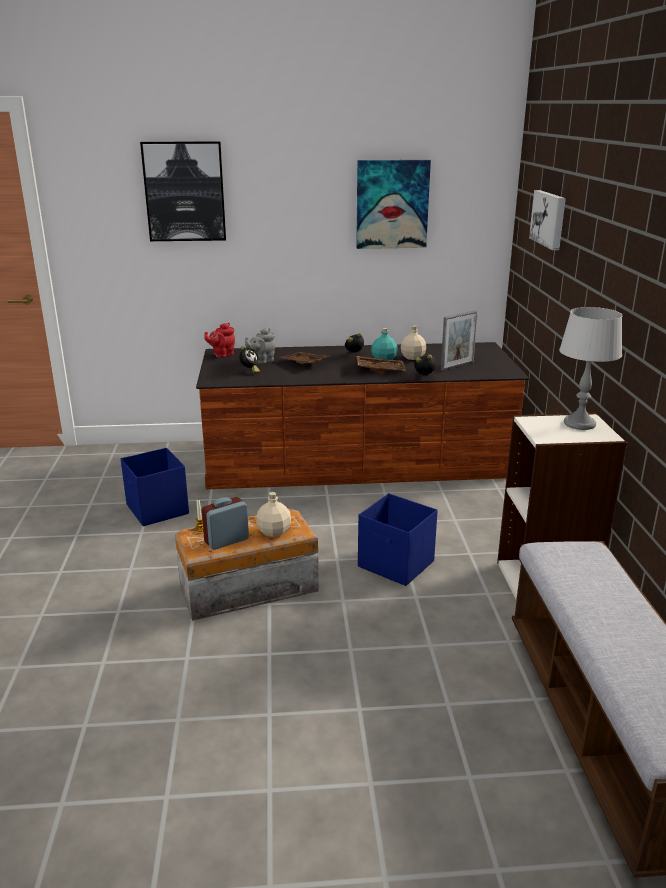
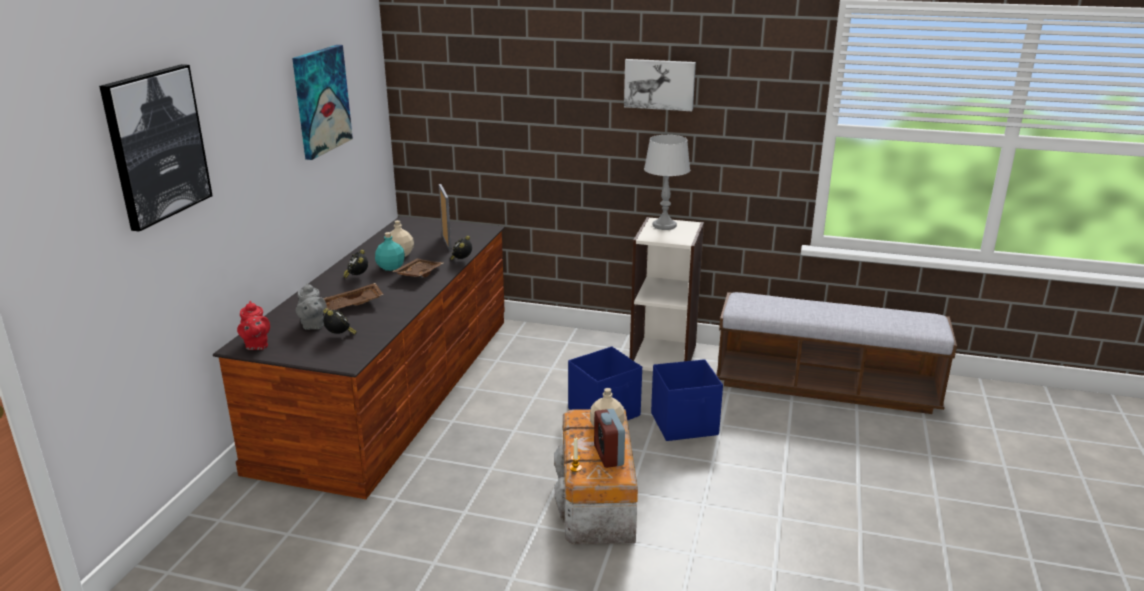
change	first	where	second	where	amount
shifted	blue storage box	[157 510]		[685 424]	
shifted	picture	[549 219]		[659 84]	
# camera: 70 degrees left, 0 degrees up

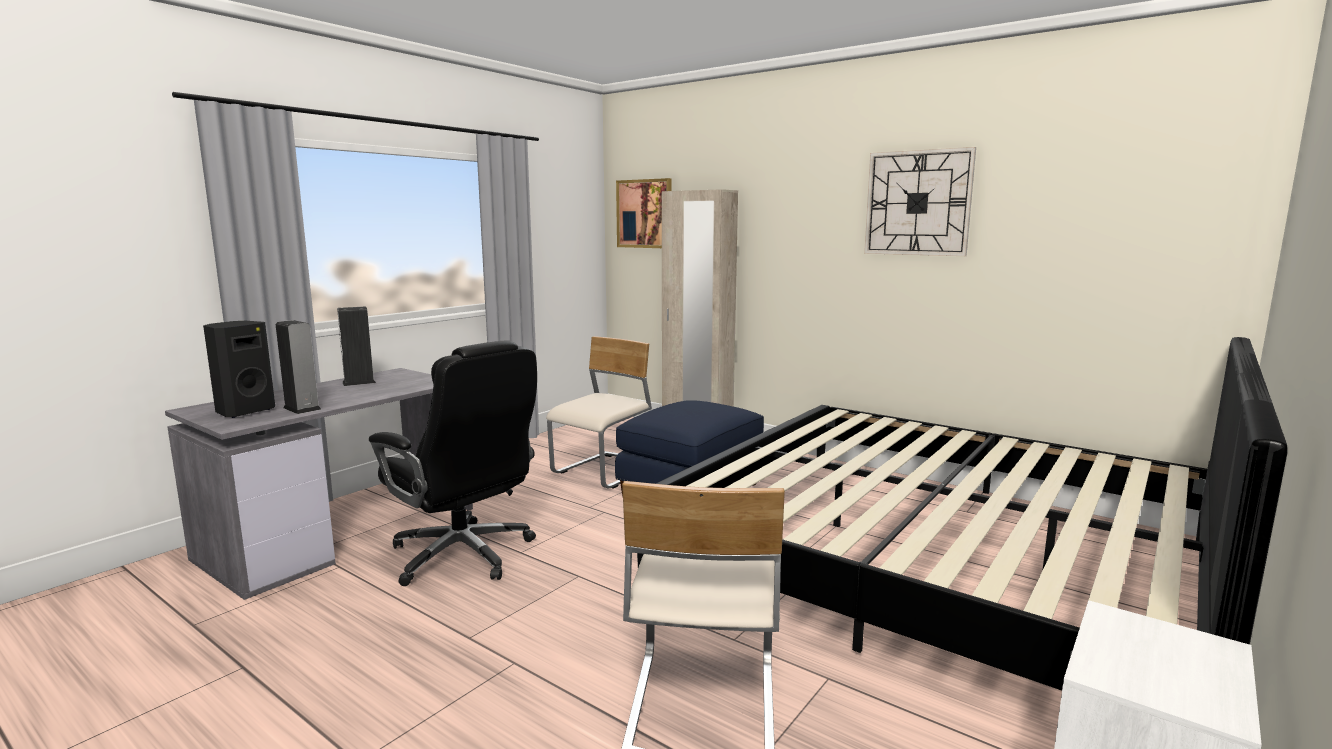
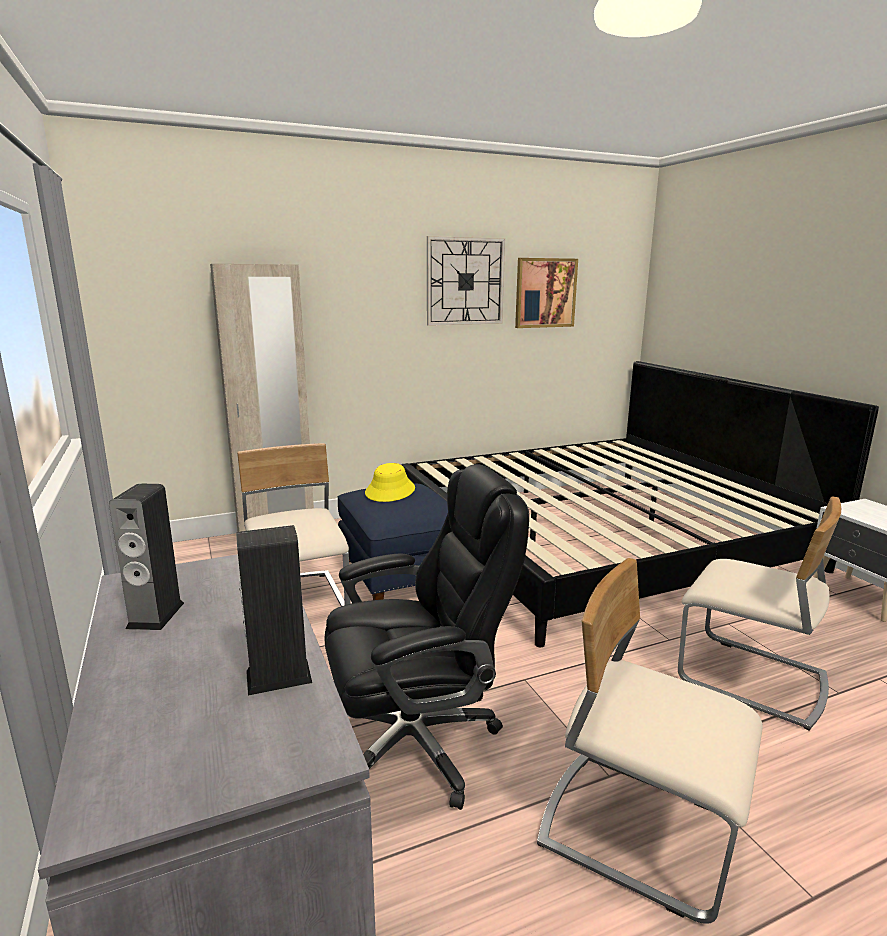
change	first	where	second	where	amount
gone	black speaker	[244 411]			
new			yellow hat	[390 491]	
new			beige chair	[639 829]	
shifted	picture	[644 214]		[545 293]	
# camera: 60 degrees left, 5 degrees up

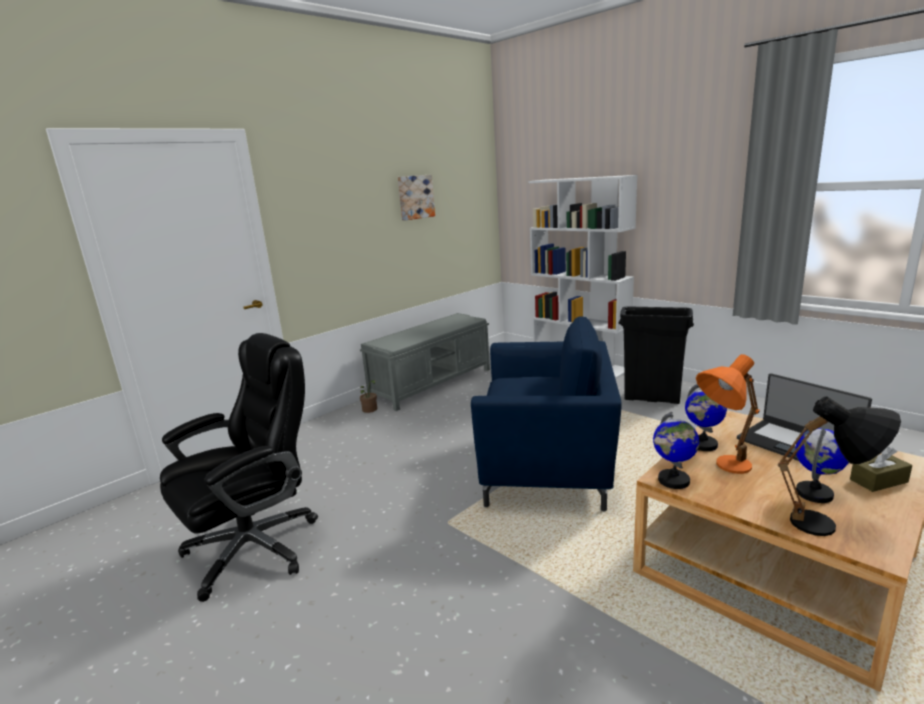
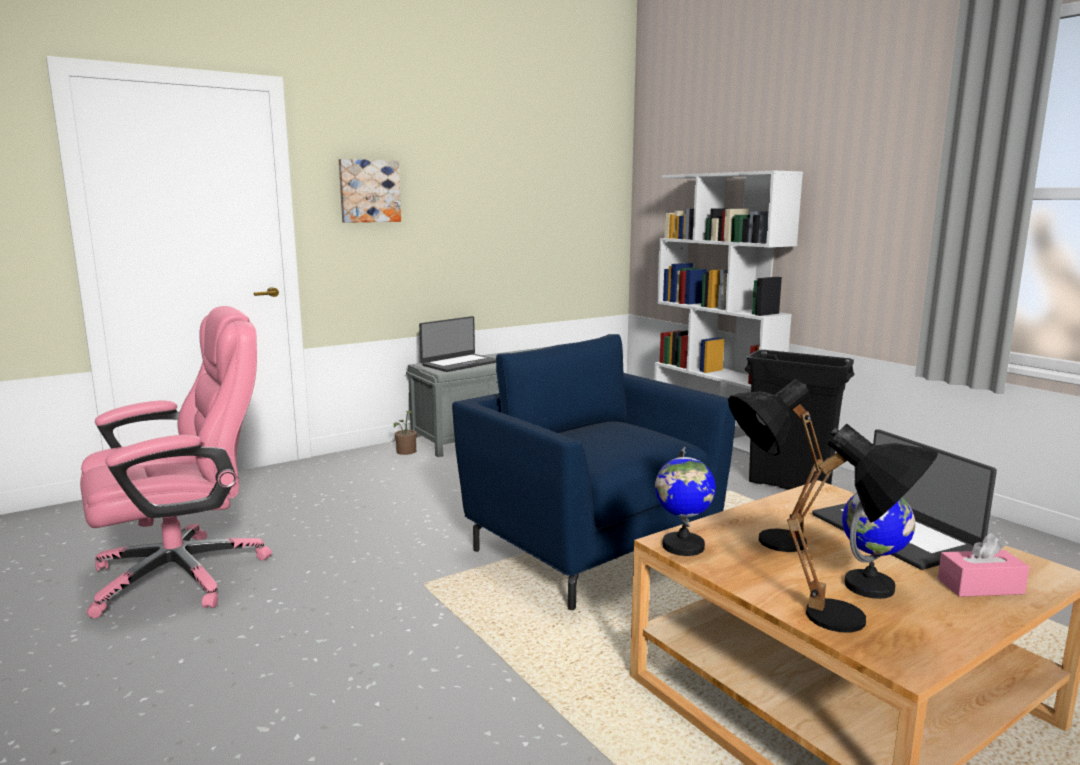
change	first	where	second	where	amount
gone	globe	[703 445]			
new			laptop	[459 363]	
shifted	picture	[415 197]		[369 191]	
repainted	black office chair	[256 547]	pink office chair	[183 574]	
repainted	orange table lamp	[723 467]	black table lamp	[764 542]	
repainted	brown tissue box	[878 481]	pink tissue box	[980 586]	
rotated	blue armchair	[549 469]		[592 546]	150 degrees counterclockwise
# camera: 10 degrees right, 5 degrees down

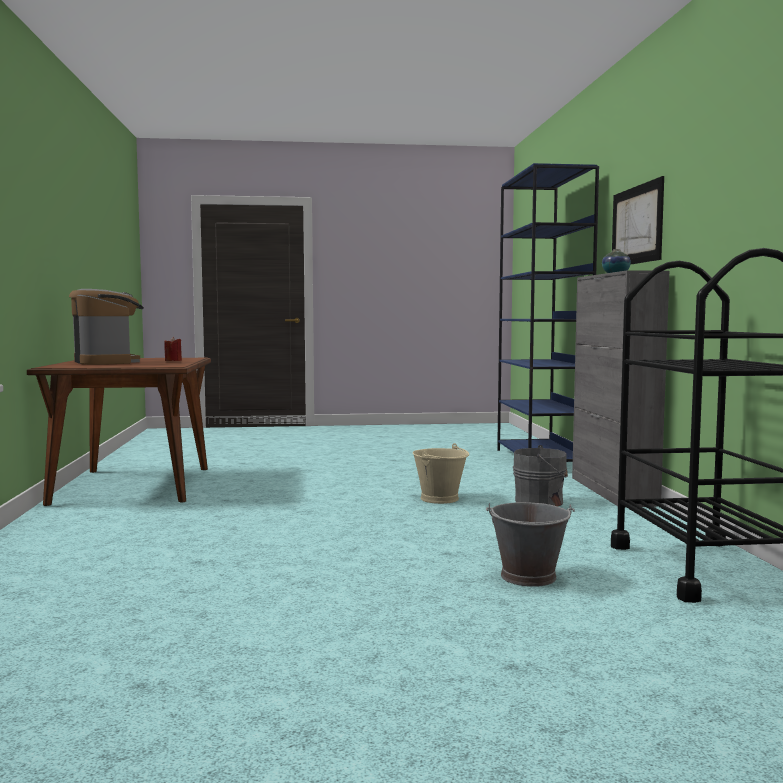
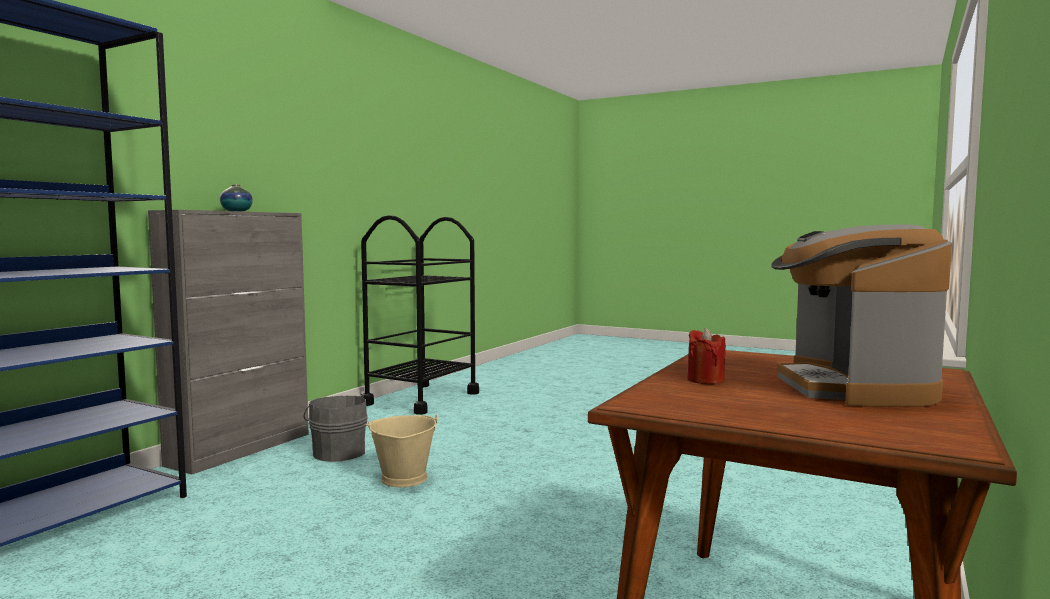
change	first	where	second	where	amount
gone	grey bucket	[529 577]			
gone	picture	[636 225]			
# camera: 145 degrees left, 0 degrees up

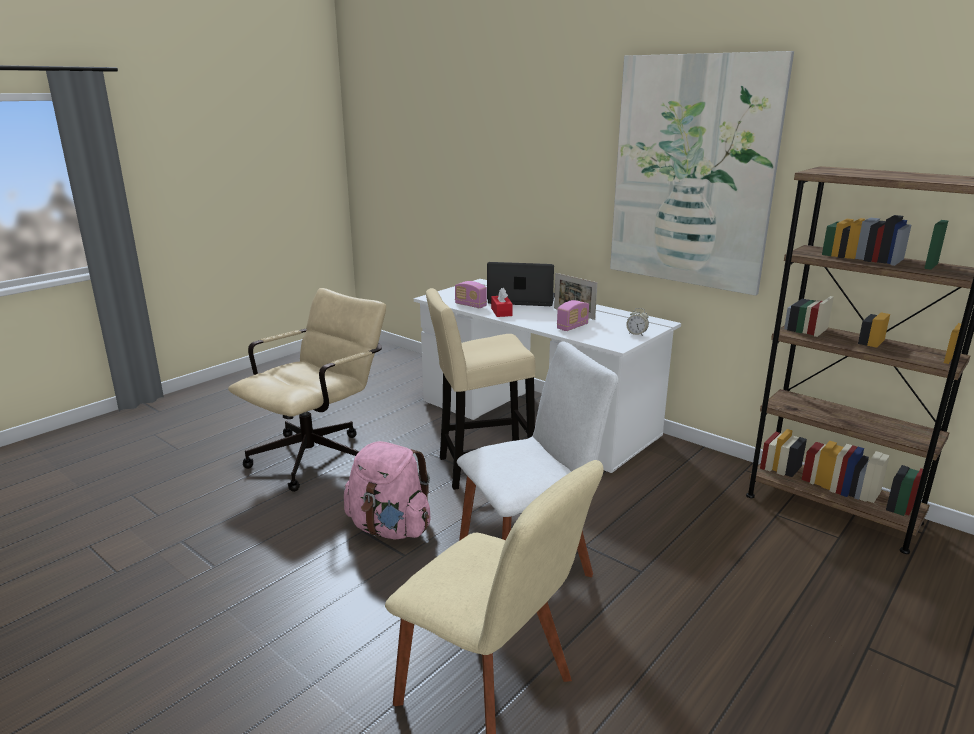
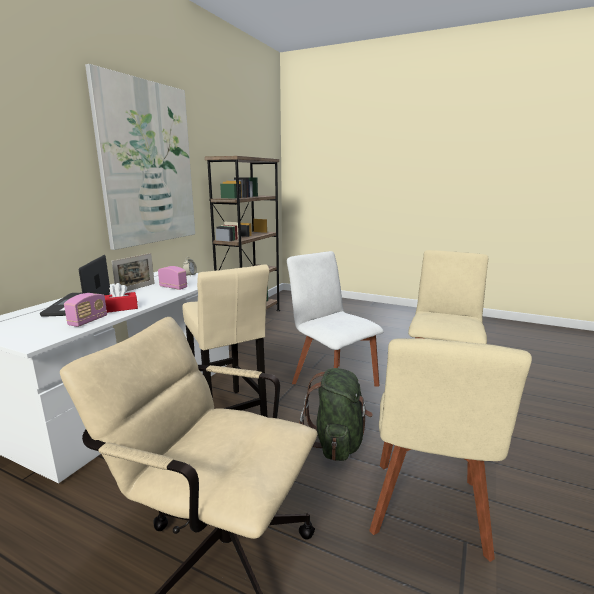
change	first	where	second	where	amount
new			beige chair	[428 512]	
repainted	pink backpack	[390 528]	green backpack	[337 442]	
# camera: 105 degrees left, 5 degrees down

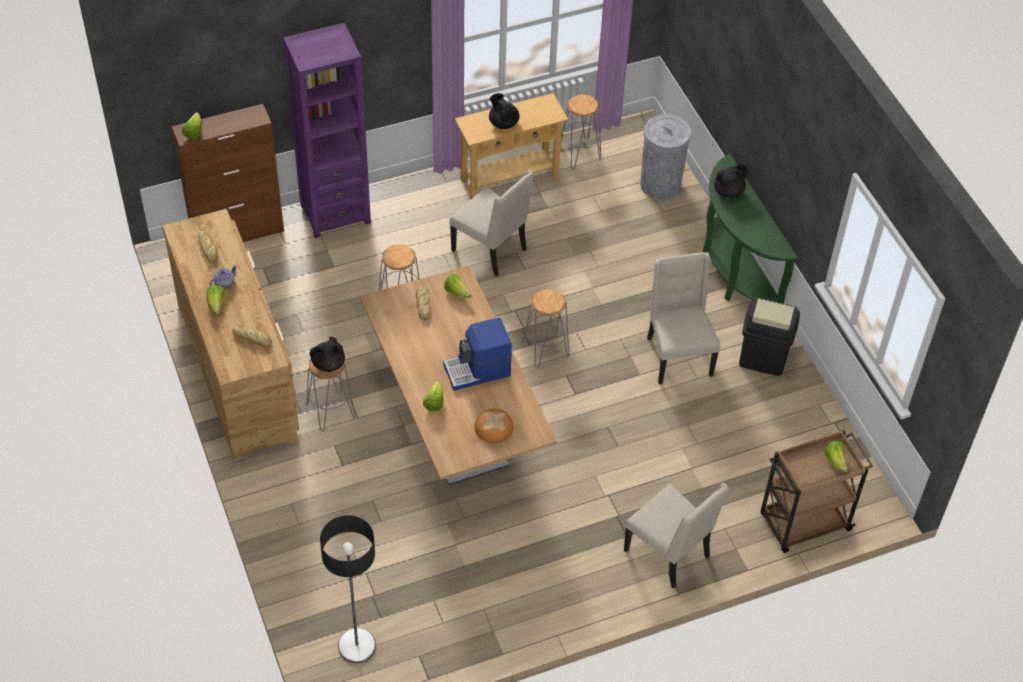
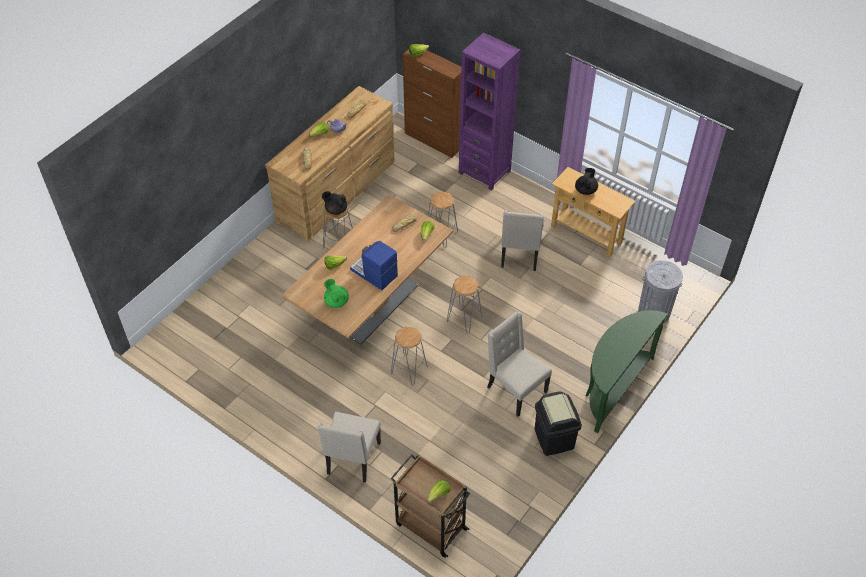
change	first	where	second	where	amount
gone	floor lamp	[356 646]			
gone	black teapot	[729 191]			
shifted	grey stool	[579 154]		[409 370]	
swapped	bread	[493 427]	green teapot	[336 301]	
rotated	beige chair	[677 356]		[515 390]	90 degrees counterclockwise
# camera: 60 degrees right, 0 degrees up

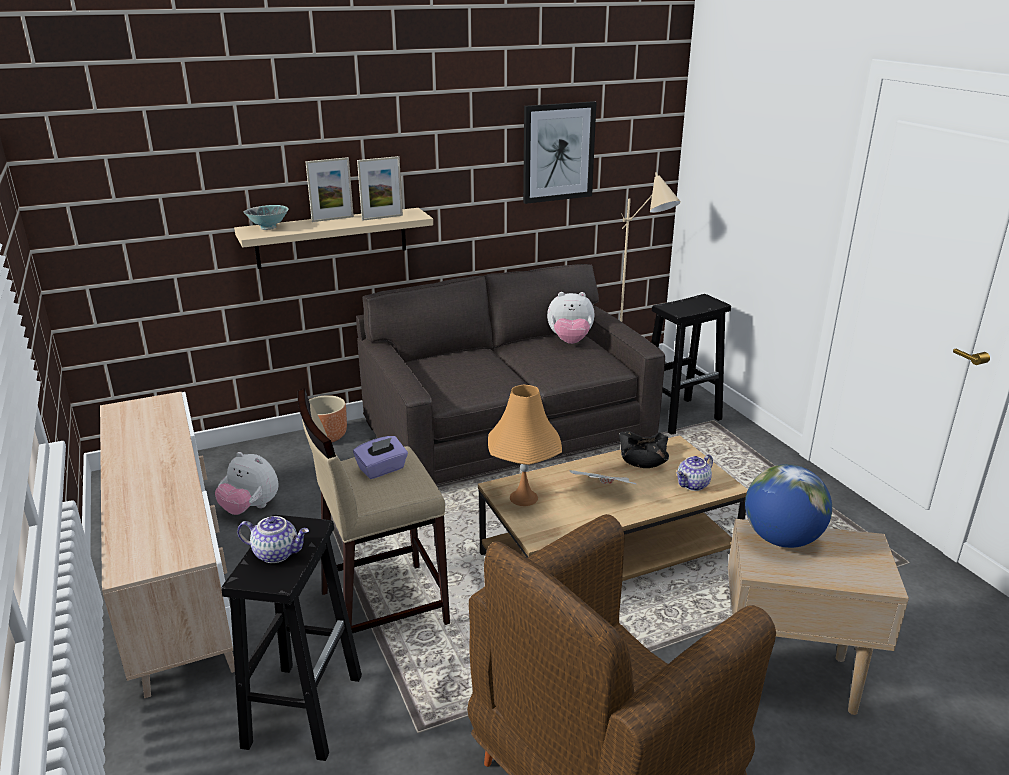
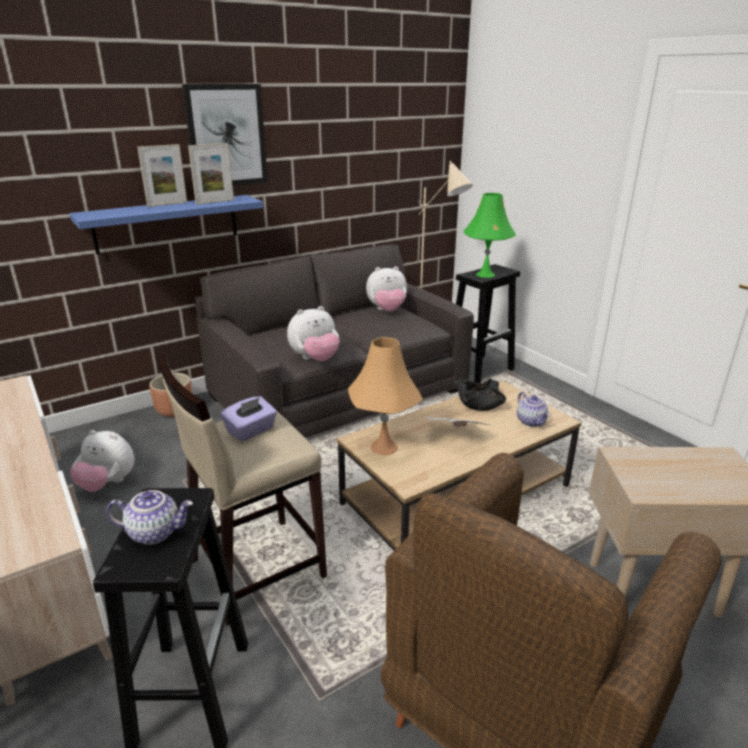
change	first	where	second	where	amount
gone	bowl	[268 228]			
gone	globe	[782 539]			
new			plush toy	[315 359]	
new			green table lamp	[485 275]	
shifted	picture	[558 152]		[226 136]	
repainted	beige shelf	[332 238]	blue shelf	[167 223]	
rotated	teapot	[693 485]		[531 421]	60 degrees counterclockwise
# camera: 10 degrees left, 0 degrees up

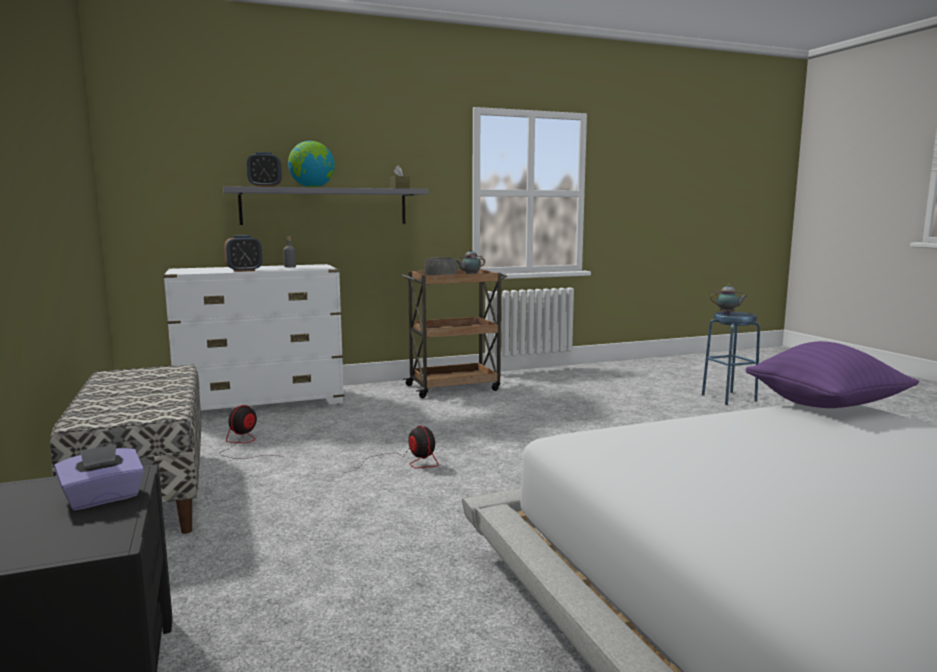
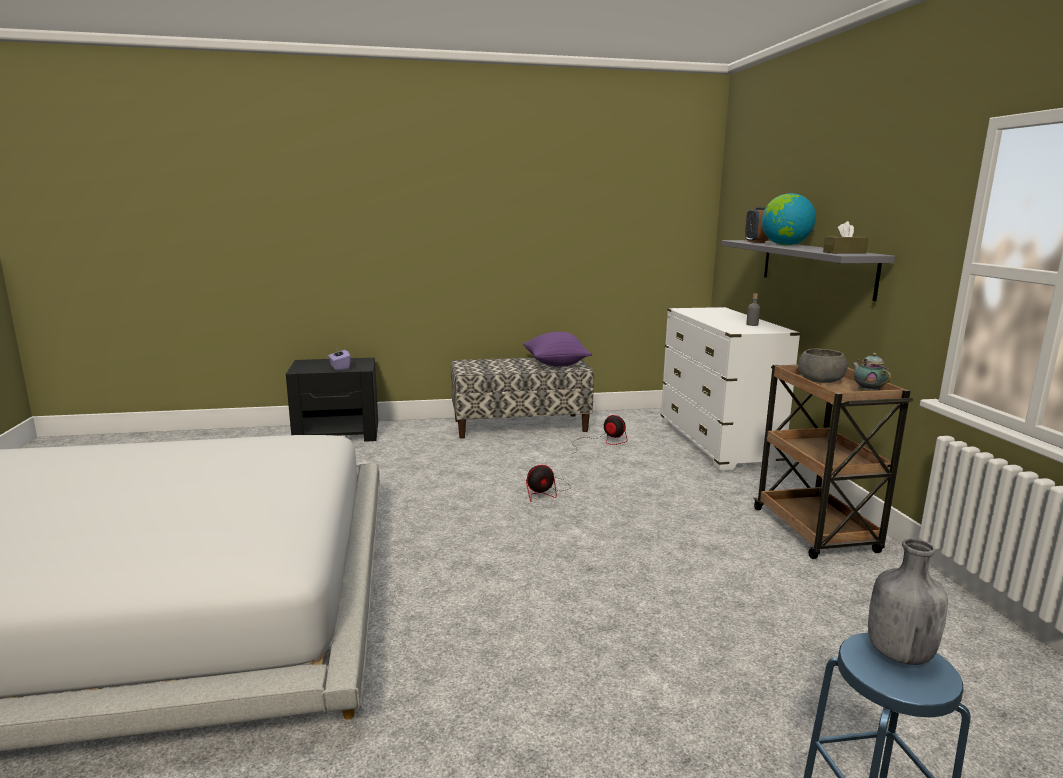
change	first	where	second	where	amount
gone	alarm clock	[244 270]			
shifted	purple pillow	[825 406]		[556 365]	
swapped	teapot	[728 313]	grey bottle	[897 653]	
# camera: 100 degrees right, 5 degrees up

